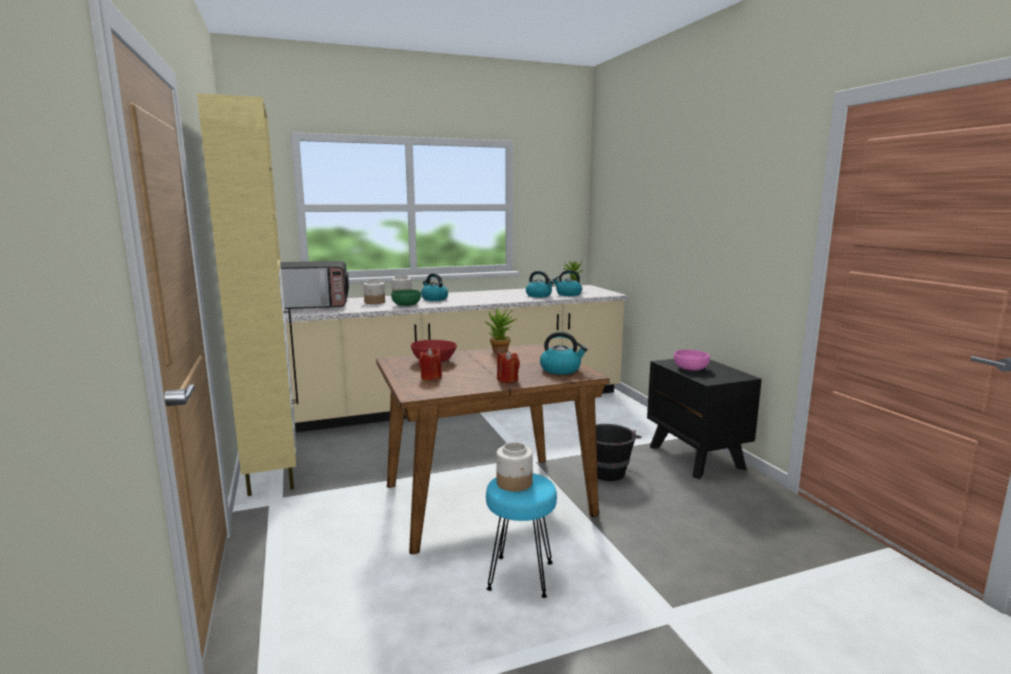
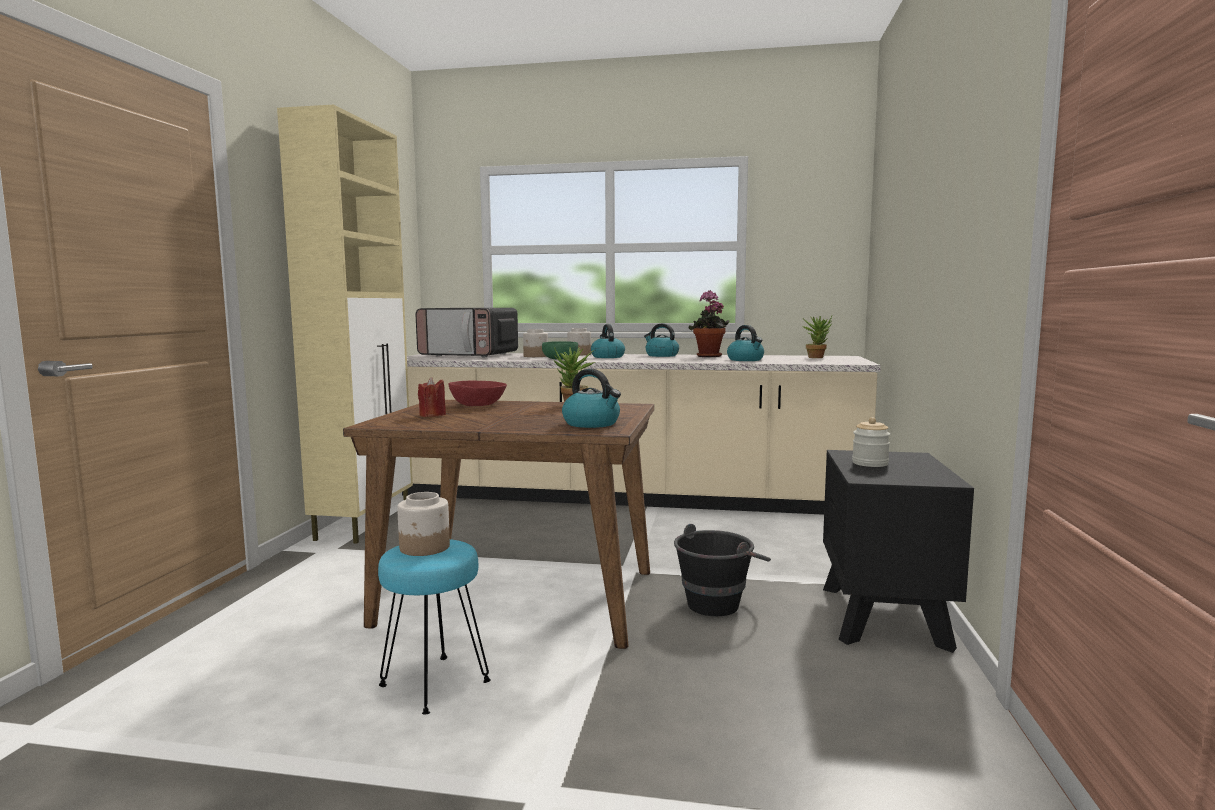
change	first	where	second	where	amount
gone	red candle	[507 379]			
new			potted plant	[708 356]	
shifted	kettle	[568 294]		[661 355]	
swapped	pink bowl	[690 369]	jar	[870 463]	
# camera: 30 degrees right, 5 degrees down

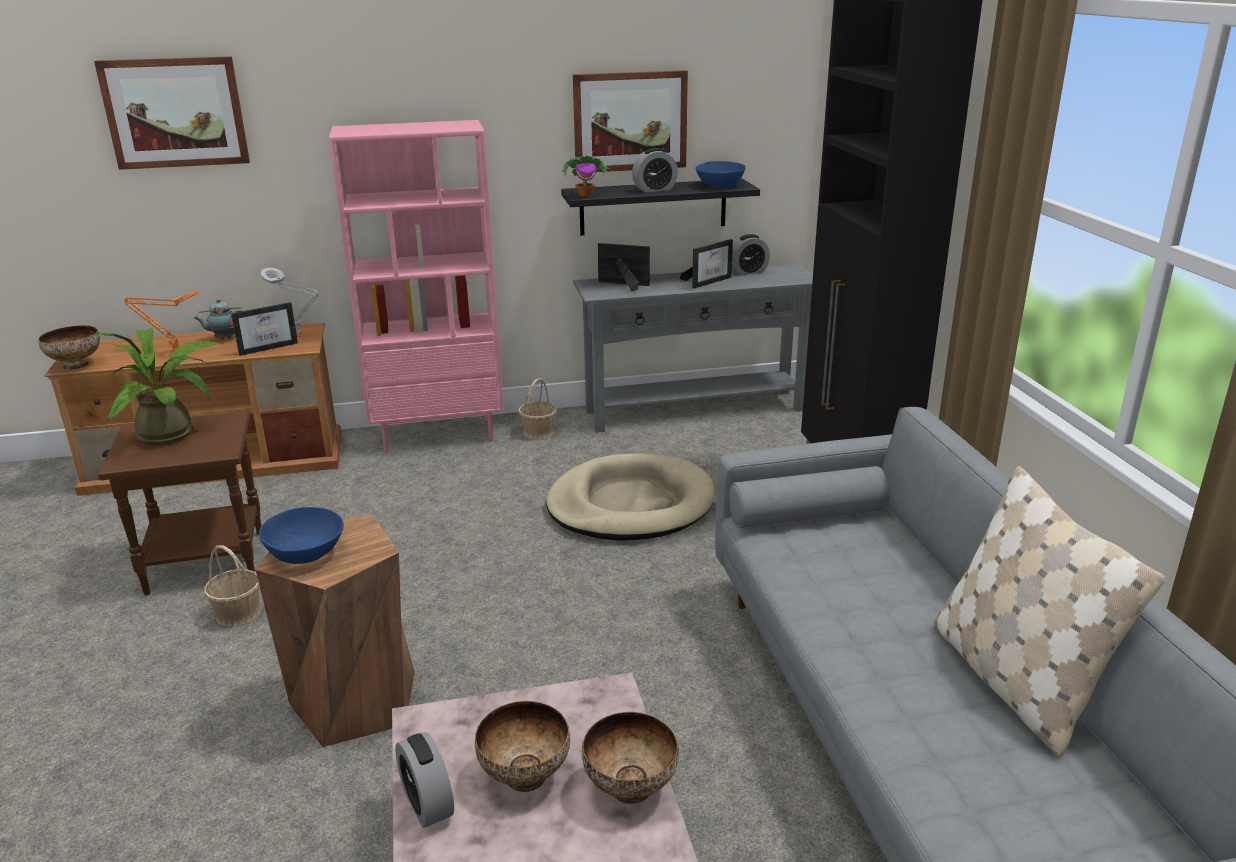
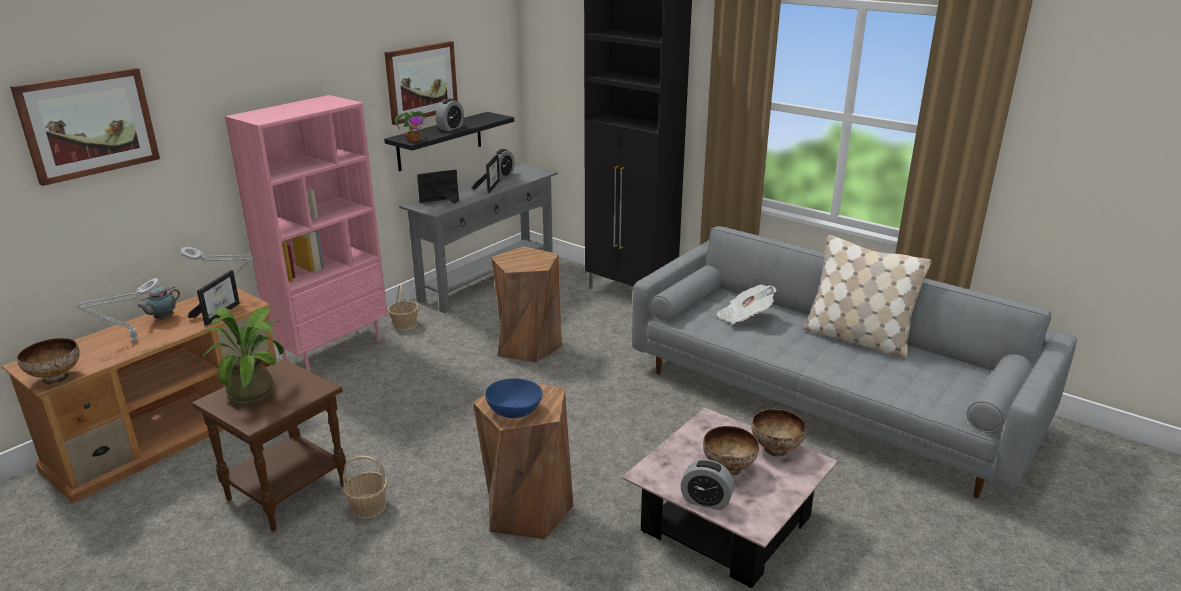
change	first	where	second	where	amount
gone	blue bowl	[720 186]			
new			newspaper	[744 317]	
swapped	beige dog bed	[630 504]	brown stool	[528 346]	
repainted	orange table lamp	[172 350]	grey table lamp	[132 340]	
# camera: 40 degrees left, 0 degrees up

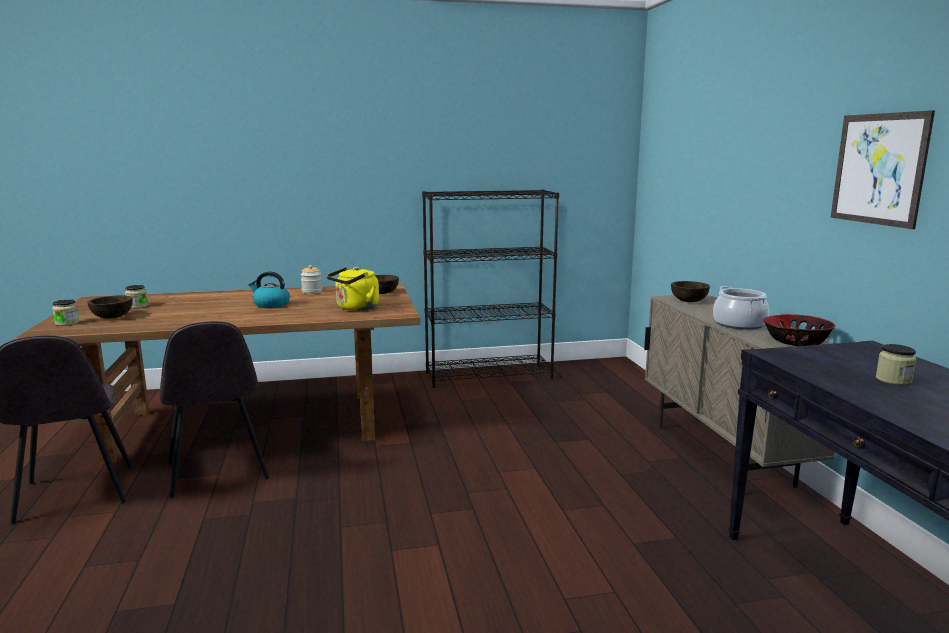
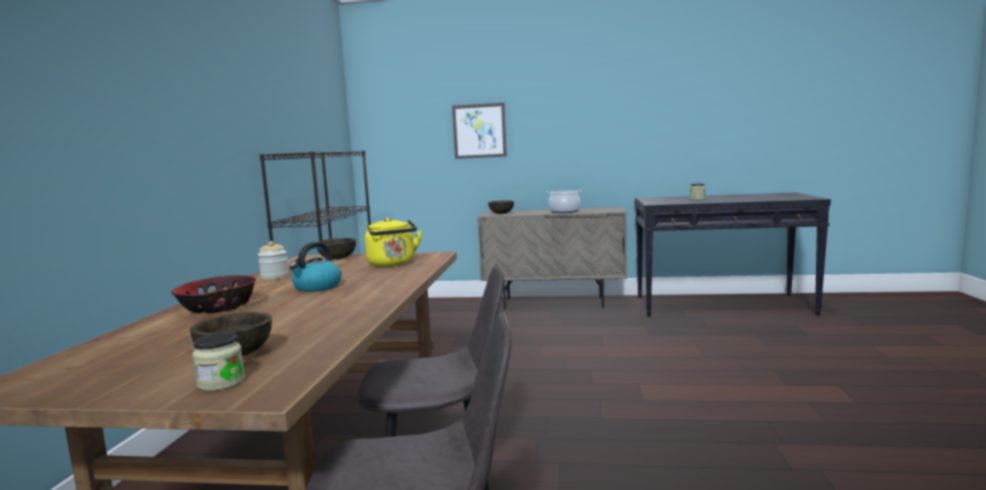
change	first	where	second	where	amount
gone	jar	[137 306]			
shifted	bowl	[796 341]		[218 308]	
shifted	picture	[878 169]		[479 131]	
# camera: 70 degrees left, 5 degrees down

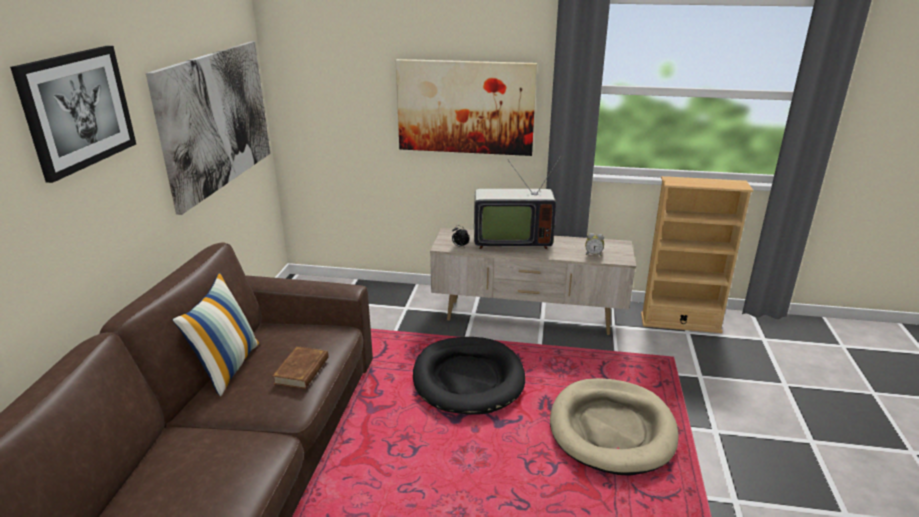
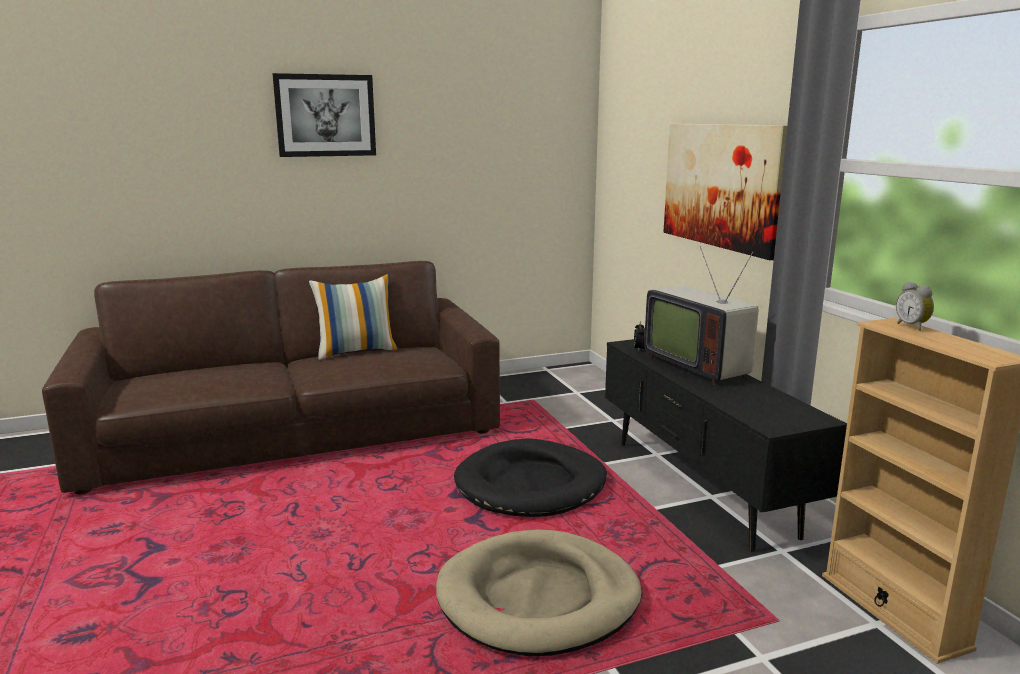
change	first	where	second	where	amount
gone	picture	[216 120]			
gone	brown book	[302 370]			
shifted	alarm clock	[593 254]		[913 327]	
repainted	beige tv stand	[528 318]	black tv stand	[699 487]	
# camera: 60 degrees right, 10 degrees down

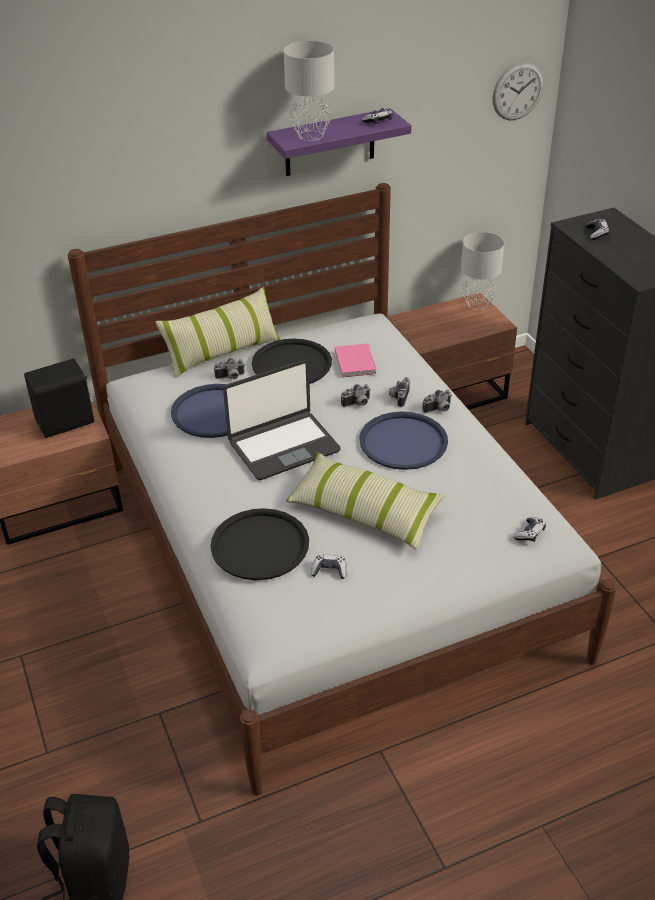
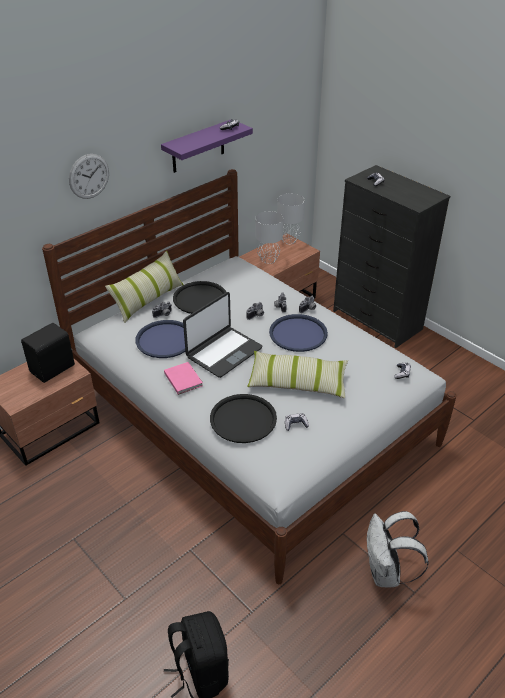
change	first	where	second	where	amount
new			white backpack	[386 573]	
shifted	grey table lamp	[310 136]		[268 260]	
shifted	pink book	[355 361]		[183 378]	
shifted	wall clock	[517 91]		[89 176]	
# camera: 20 degrees left, 0 degrees up

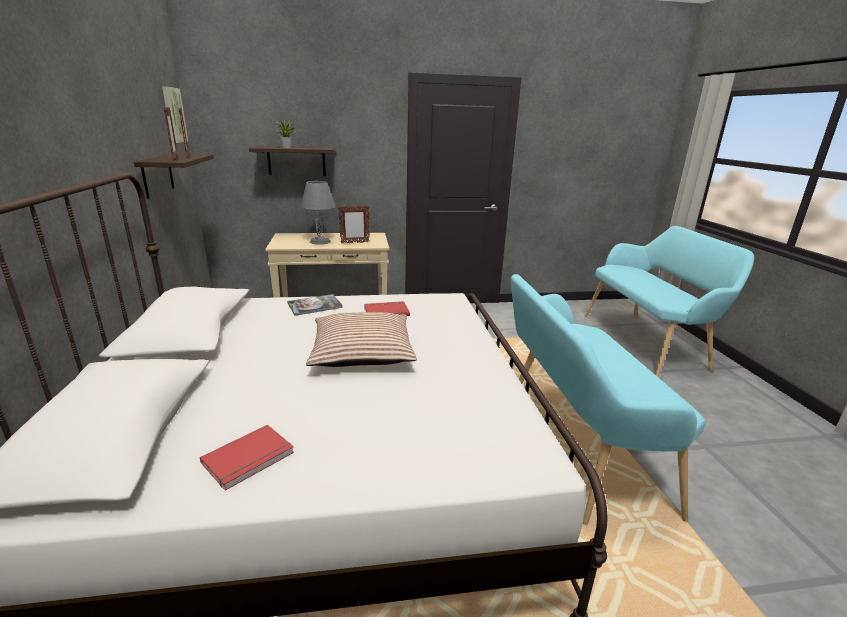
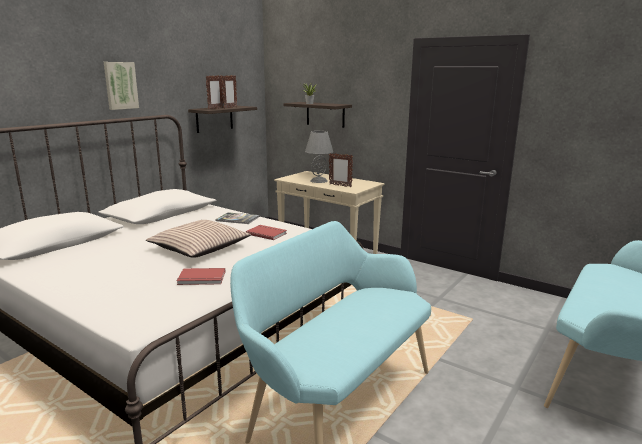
change	first	where	second	where	amount
shifted	picture	[173 115]		[120 85]	
shifted	red book	[250 459]		[201 279]	
# camera: 45 degrees right, 5 degrees down

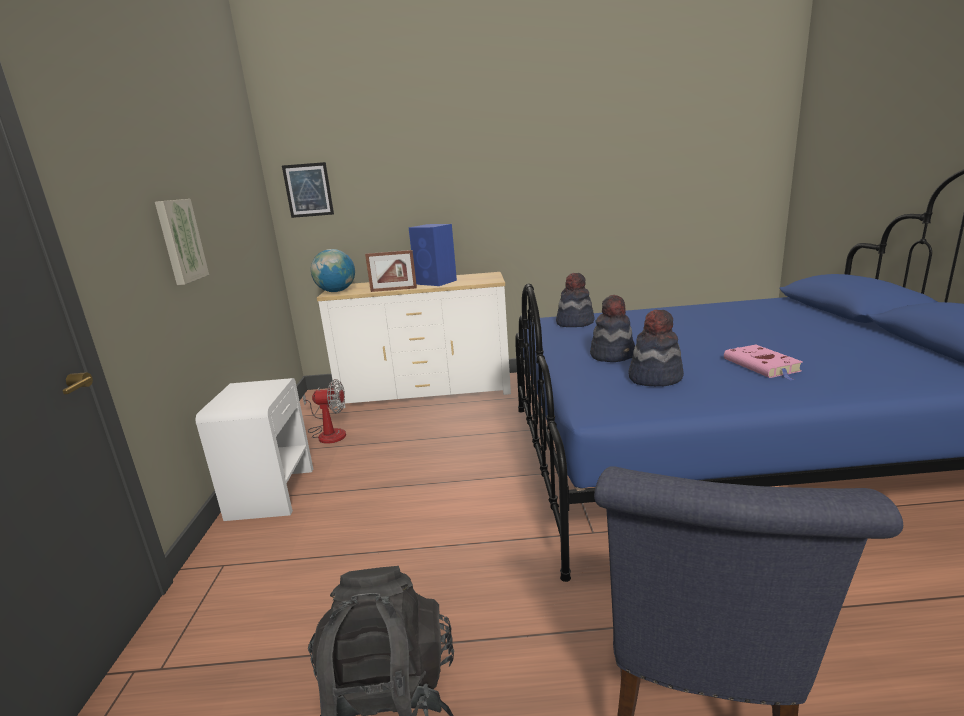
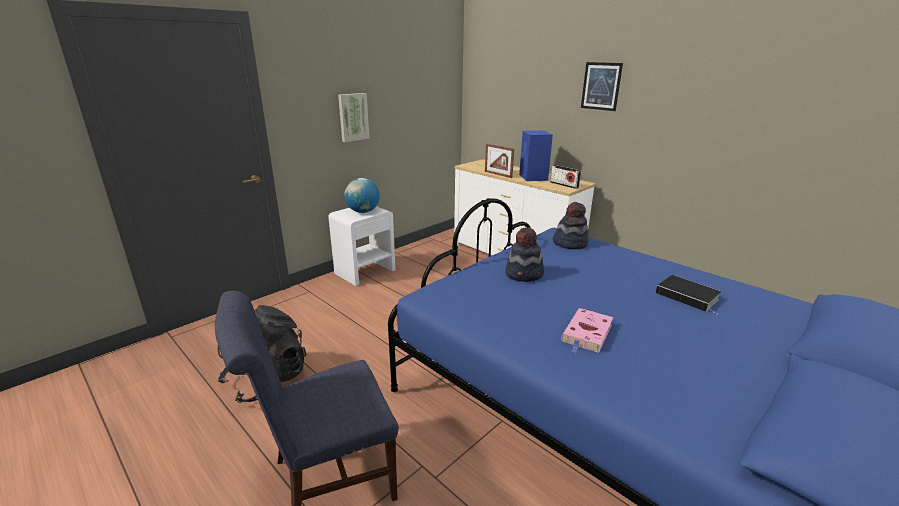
change	first	where	second	where	amount
gone	fan	[328 433]			
gone	hat	[654 377]			
new			radio	[564 185]	
new			book	[689 296]	
shifted	picture	[308 190]		[601 86]	
shifted	globe	[336 291]		[363 212]	
# camera: 45 degrees right, 5 degrees up

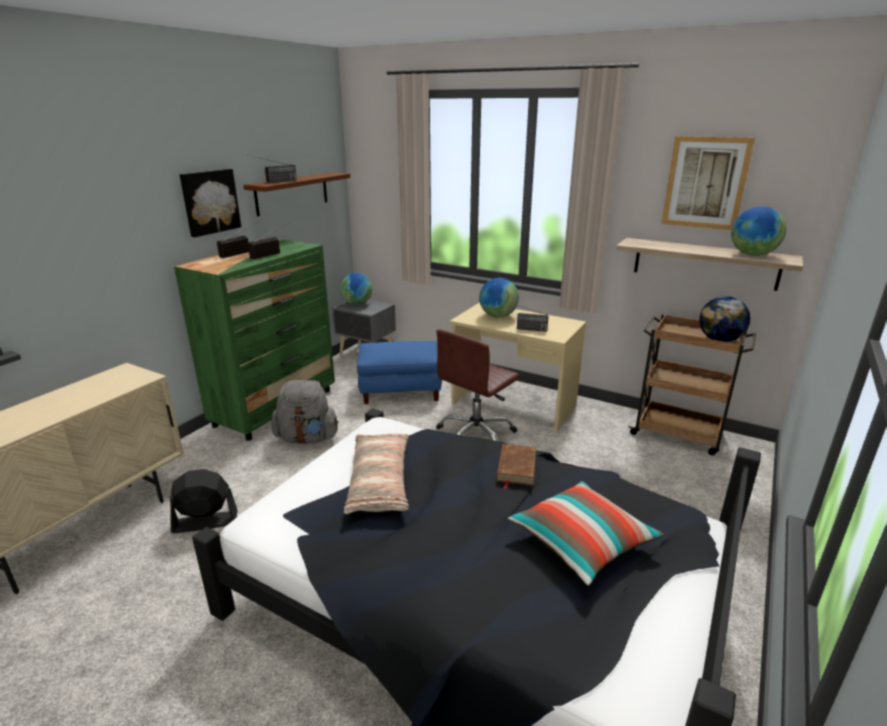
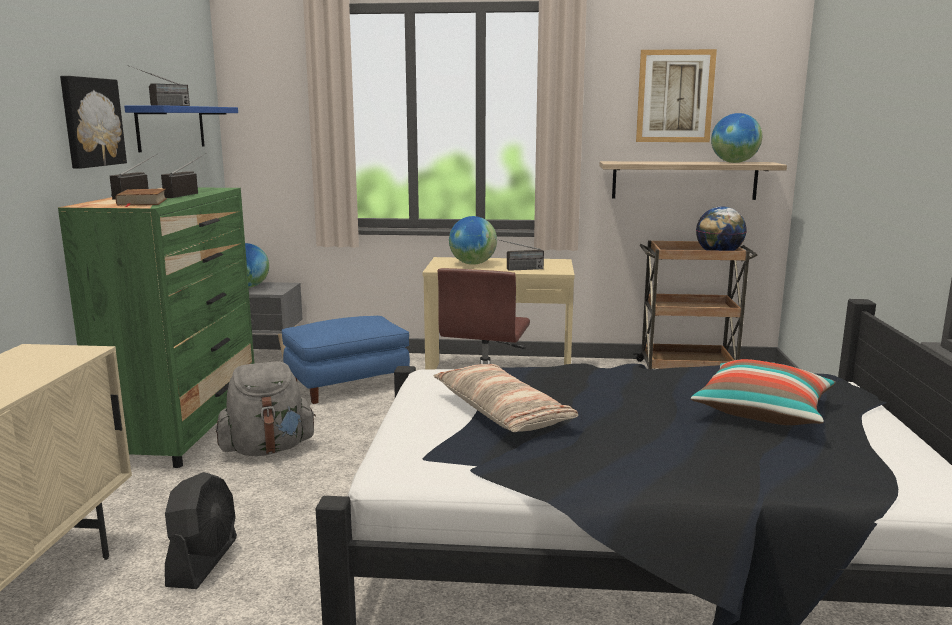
change	first	where	second	where	amount
shifted	brown book	[516 468]		[142 202]	
repainted	brown shelf	[292 193]	blue shelf	[171 127]	
rotated	black fan	[205 522]		[203 561]	135 degrees clockwise
# camera: 25 degrees left, 10 degrees down

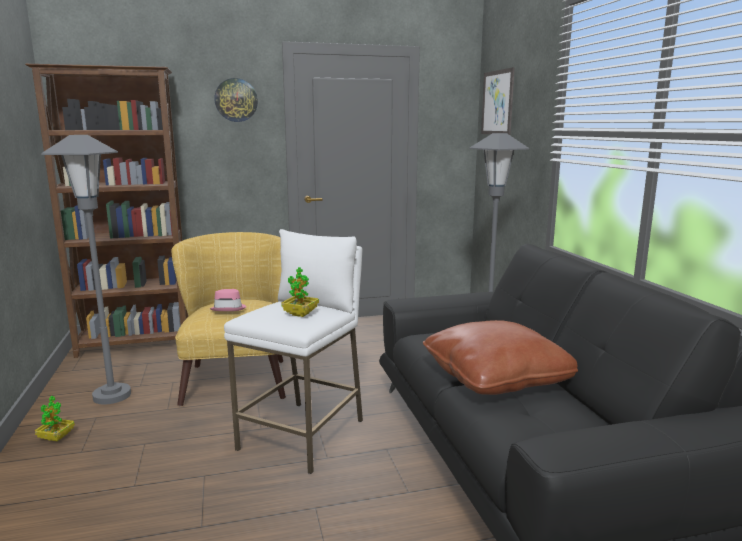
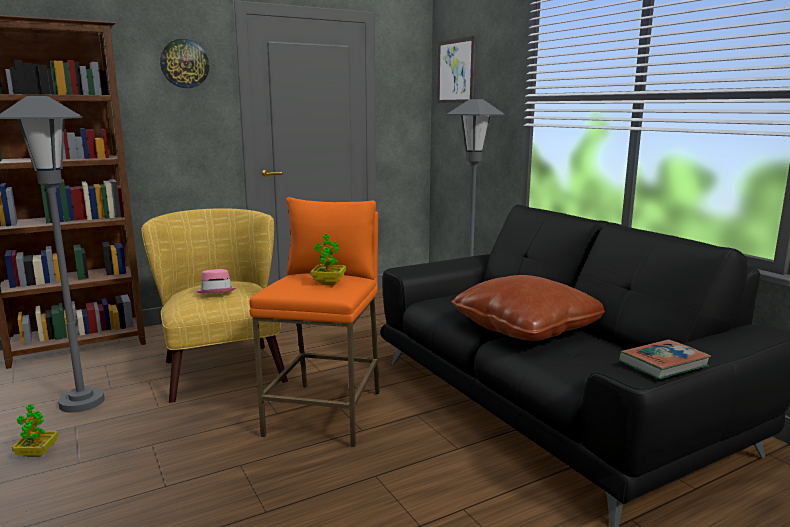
change	first	where	second	where	amount
new			book	[663 364]	
repainted	white stool	[303 434]	orange stool	[325 413]	
# camera: 15 degrees left, 0 degrees up

